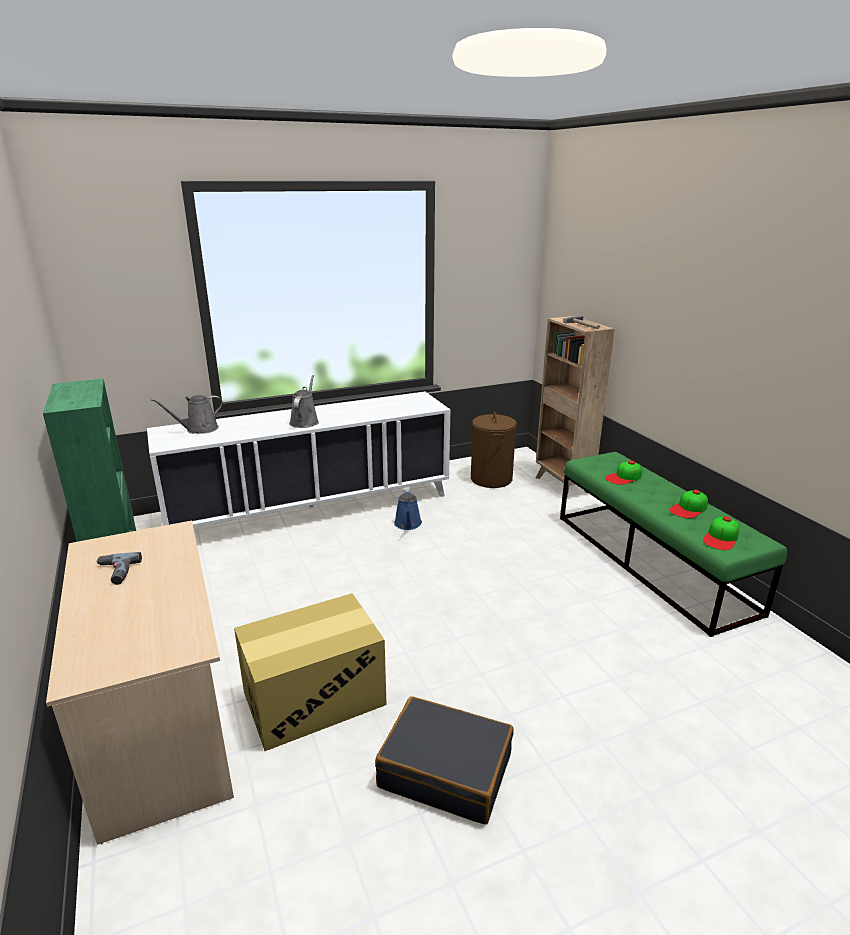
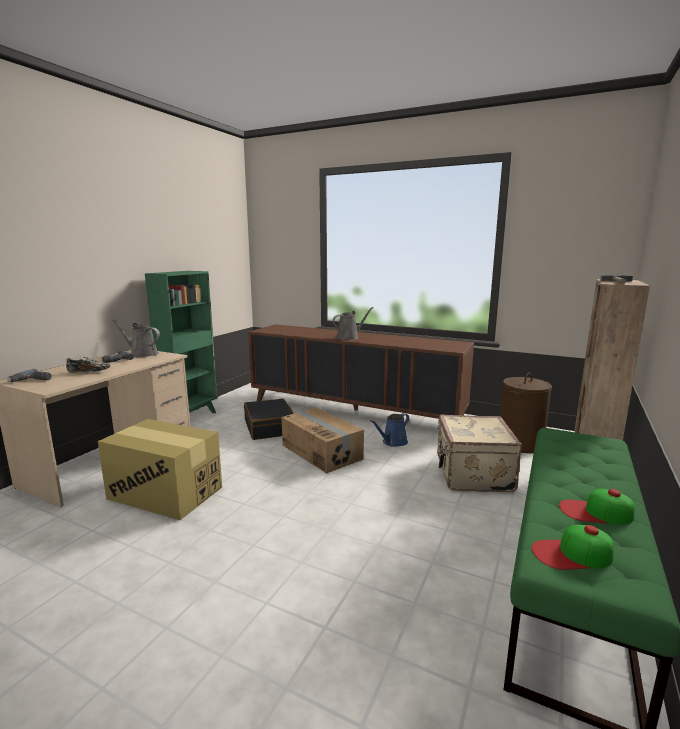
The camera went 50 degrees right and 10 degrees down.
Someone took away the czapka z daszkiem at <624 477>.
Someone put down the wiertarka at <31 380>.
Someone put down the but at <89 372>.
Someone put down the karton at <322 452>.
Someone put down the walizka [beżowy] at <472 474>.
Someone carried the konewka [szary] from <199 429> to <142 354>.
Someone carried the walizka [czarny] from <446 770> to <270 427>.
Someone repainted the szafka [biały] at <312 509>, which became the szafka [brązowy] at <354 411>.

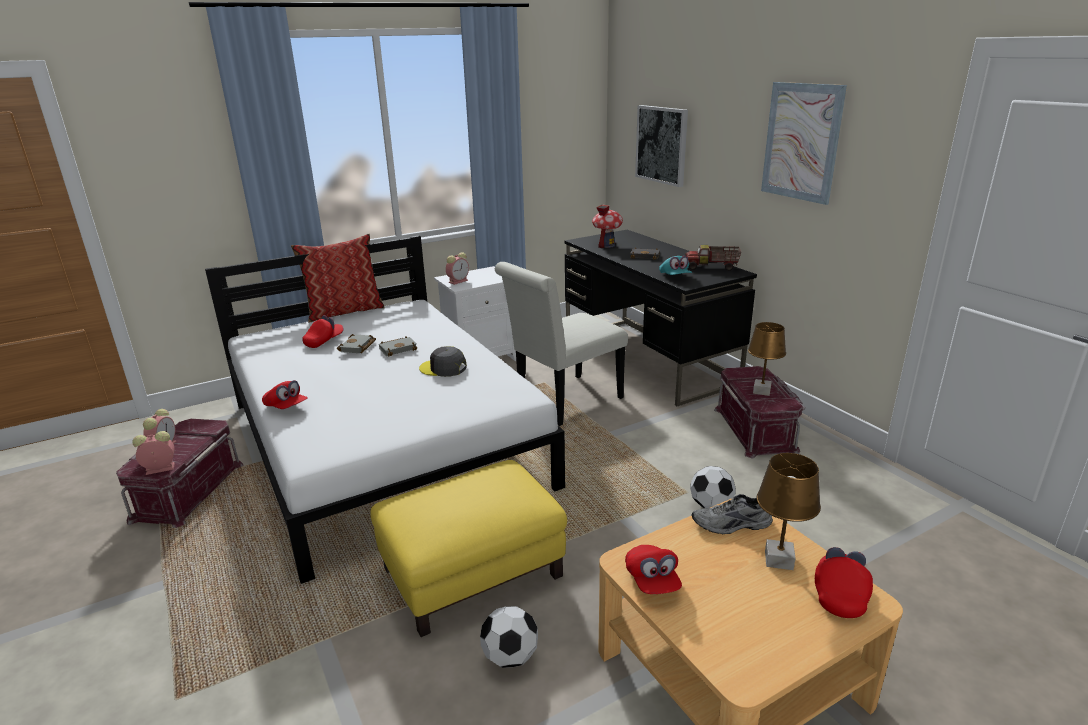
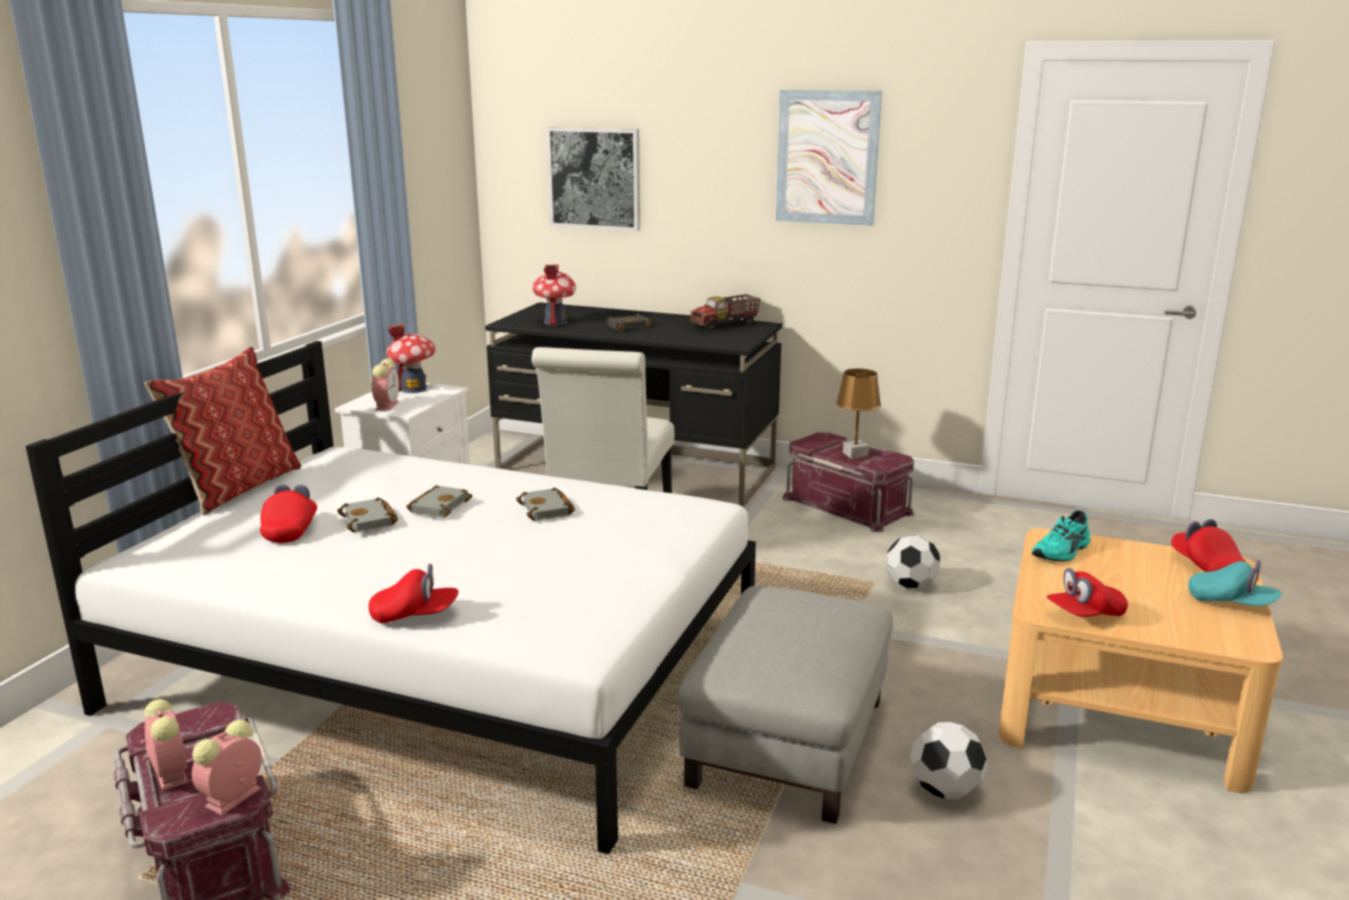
The camera went 40 degrees left and 5 degrees down.
Someone took away the lampa stołowa [brązowy] at <779 560>.
Someone put down the domek at <414 389>.
Someone carried the czapka z daszkiem [turkusowy] from <675 277> to <1231 603>.
Someone swapped the czapka z daszkiem [szary] at <443 368> for the książka [szary] at <548 509>.
Someone repainted the pufa [żółty] at <472 571>, which became the pufa [szary] at <786 741>.
Someone repainted the but [szary] at <732 525>, which became the but [turkusowy] at <1063 552>.
Someone rotated the czapka z daszkiem [czerwony] at <652 581> by 120 degrees clockwise.

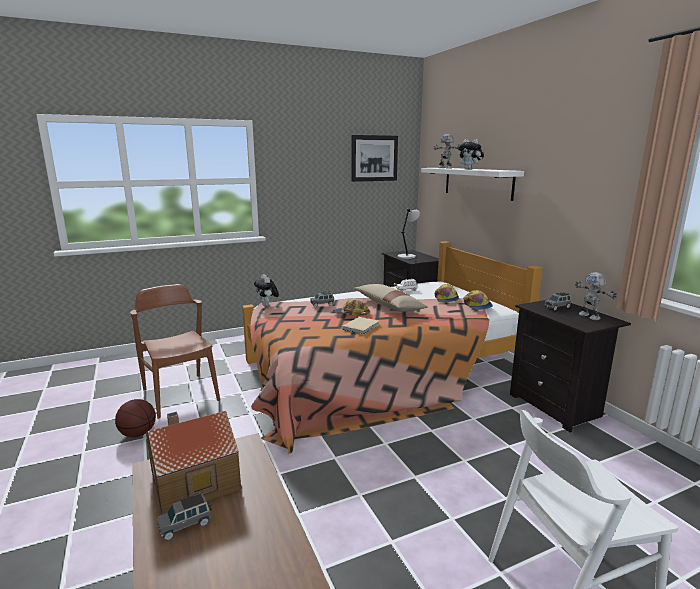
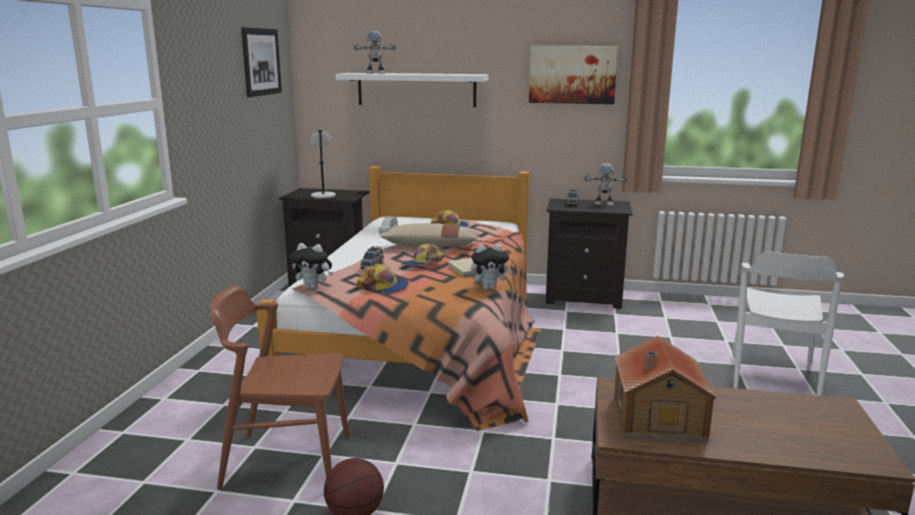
The camera went 55 degrees left and 0 degrees up.
Someone took away the samochodzik [szary] at <186 525>.
Someone put up the obraz at <572 74>.
Someone carried the pluszak from <470 169> to <490 288>.
Someone carried the czapka z daszkiem from <477 305> to <384 287>.

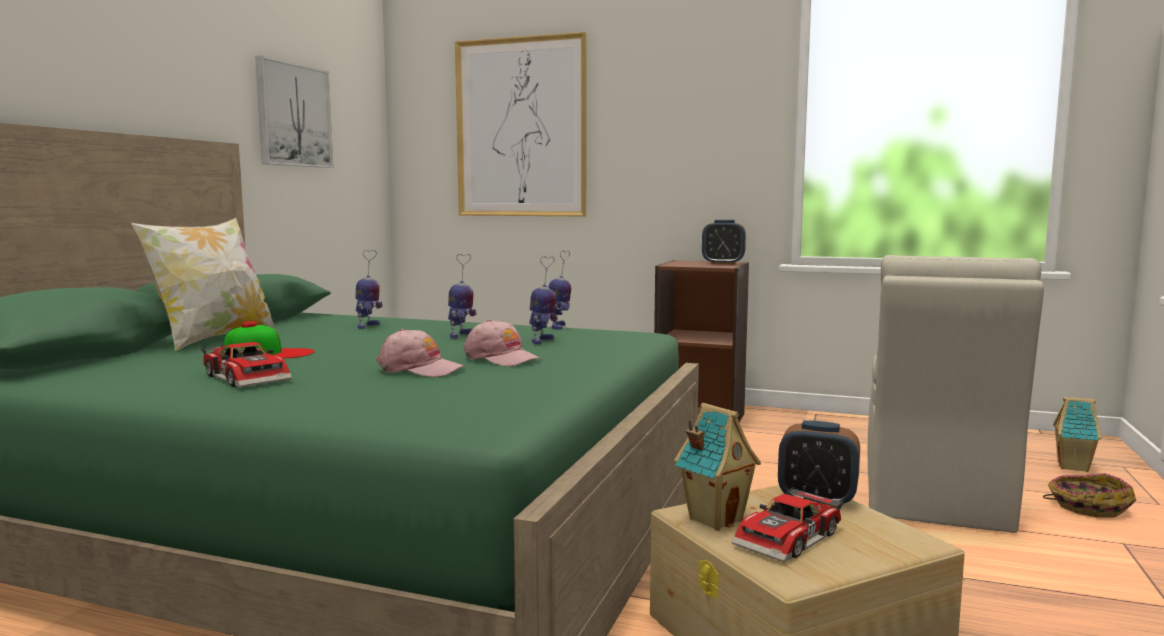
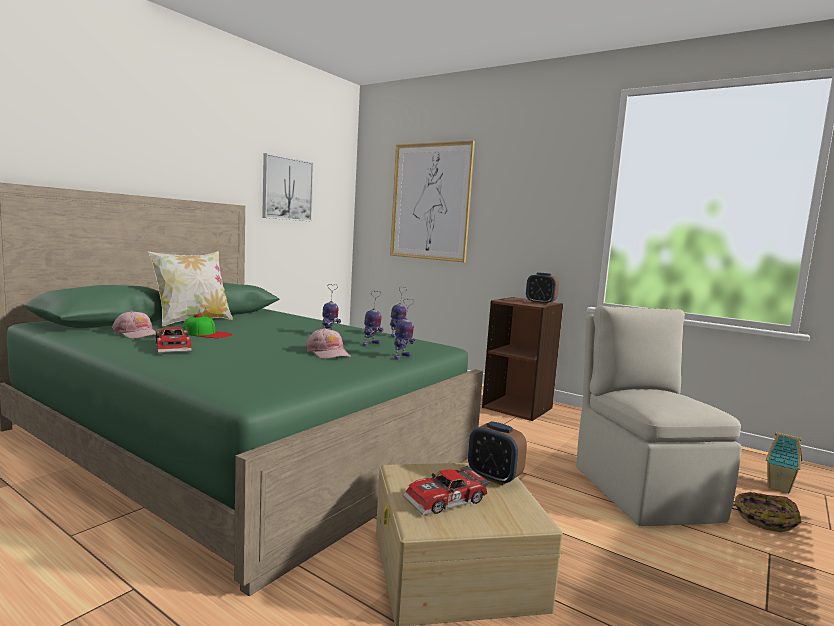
The camera went 15 degrees right and 0 degrees up.
Someone took away the domek at <715 519>.
Someone carried the robot zabawkowy from <367 326> to <402 357>.
Someone carried the czapka z daszkiem [różowy] from <420 369> to <137 334>.
Someone rotated the krzesło [beżowy] at <934 497> by 135 degrees clockwise.

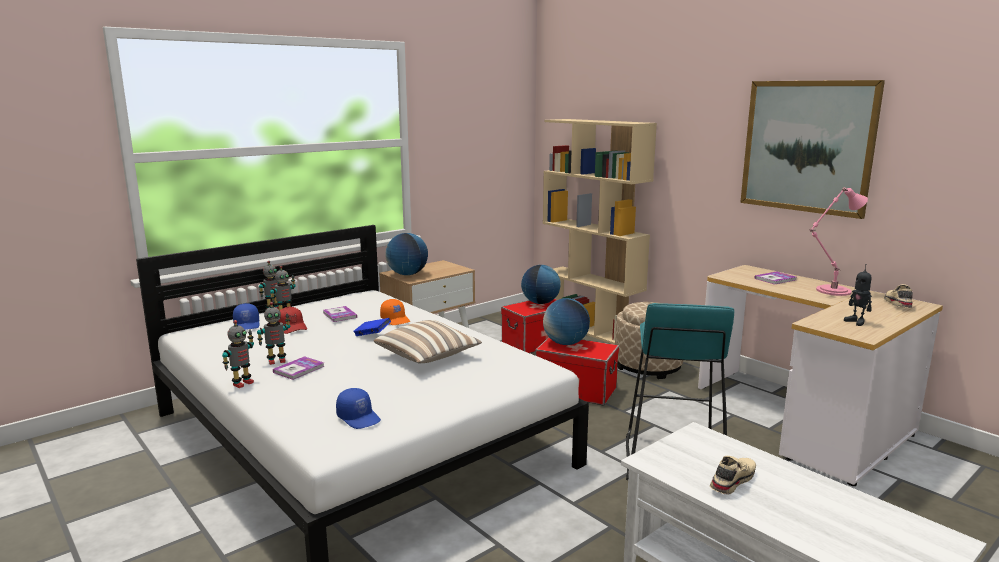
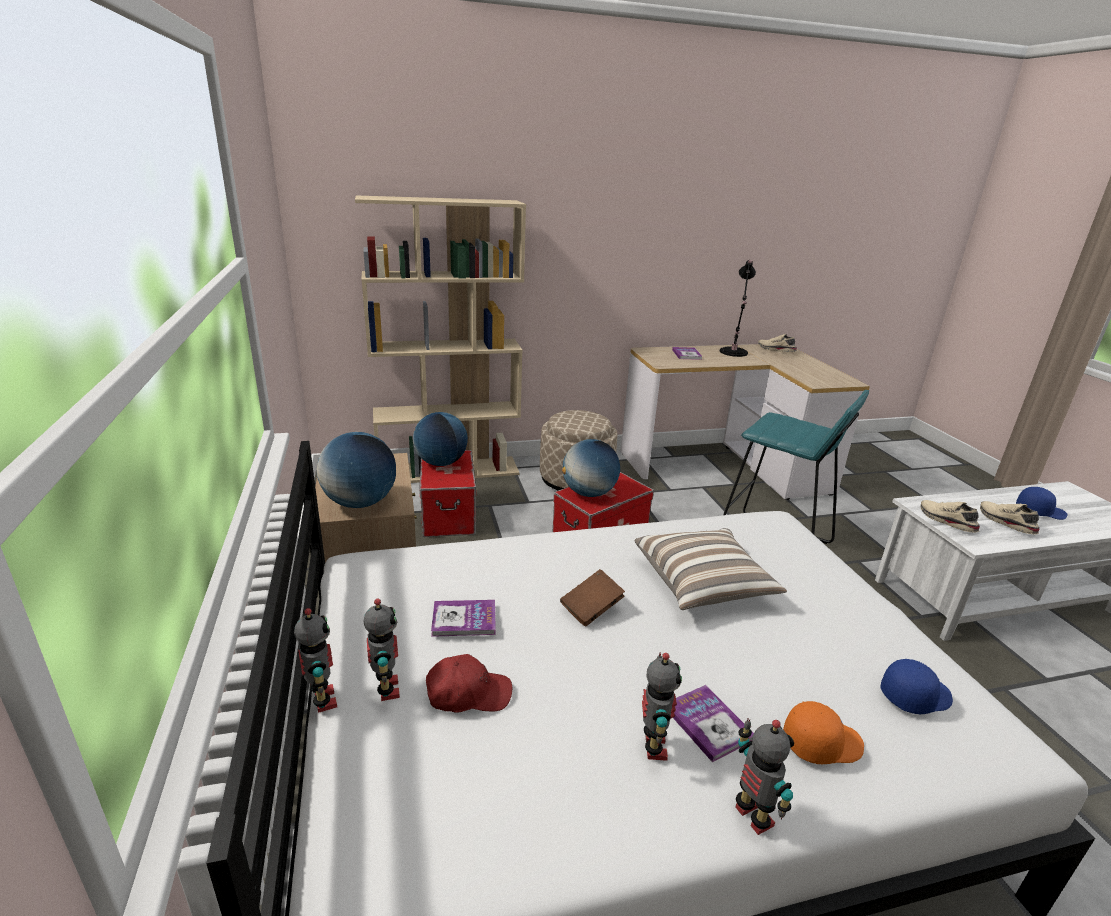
The camera went 65 degrees left and 10 degrees up.
Someone took away the obraz at <807 146>.
Someone took away the robot zabawkowy at <856 322>.
Someone put down the but [beżowy] at <946 521>.
Someone carried the czapka z daszkiem [niebieski] from <247 325> to <1039 511>.
Someone carried the czapka z daszkiem [pomarańczowy] from <396 320> to <821 742>.
Someone repainted the książka [niebieski] at <372 335>, which became the książka [brązowy] at <591 609>.
Someone repainted the lampa stołowa [różowy] at <830 291>, which became the lampa stołowa [czarny] at <733 353>.

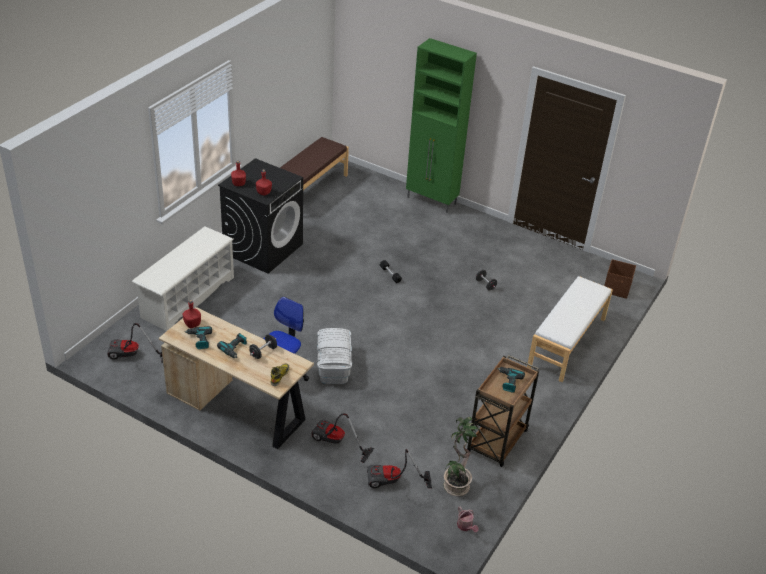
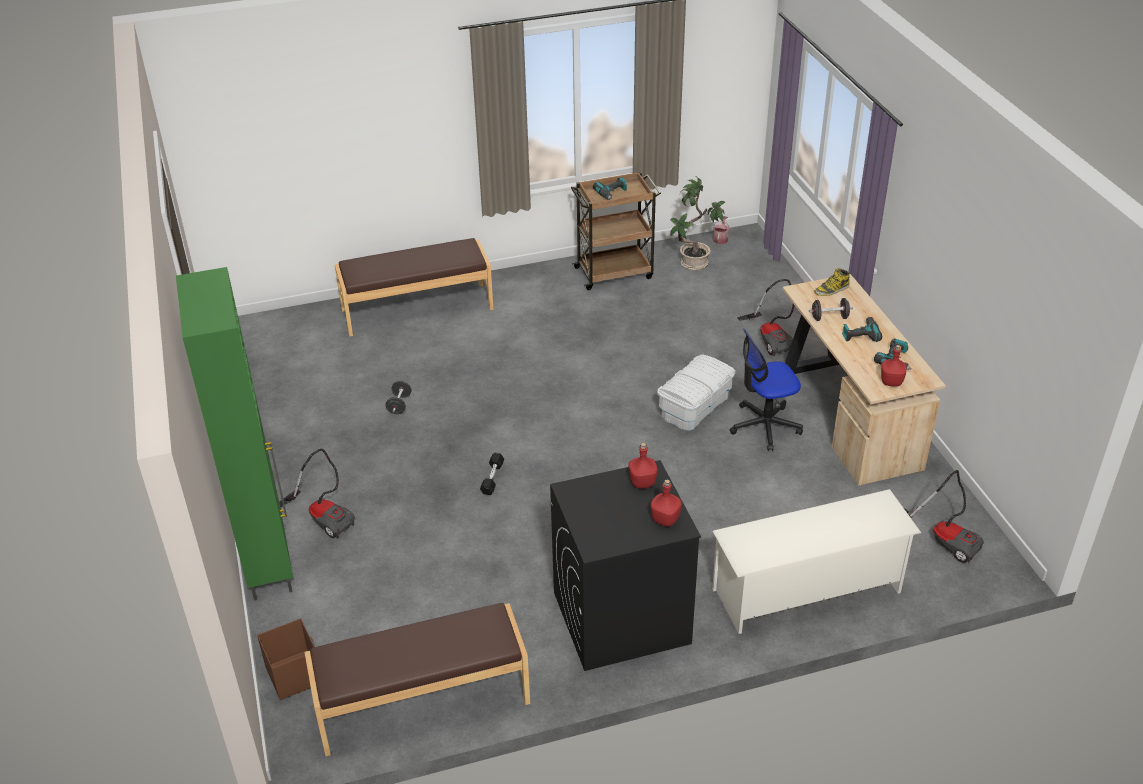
The camera went 135 degrees left and 0 degrees up.
Someone carried the odkurzacz from <393 482> to <324 517>.
Someone carried the pojemnik do przechowywania [brązowy] from <617 289> to <294 674>.
Someone repainted the ławka [biały] at <567 343>, which became the ławka [brązowy] at <417 308>.

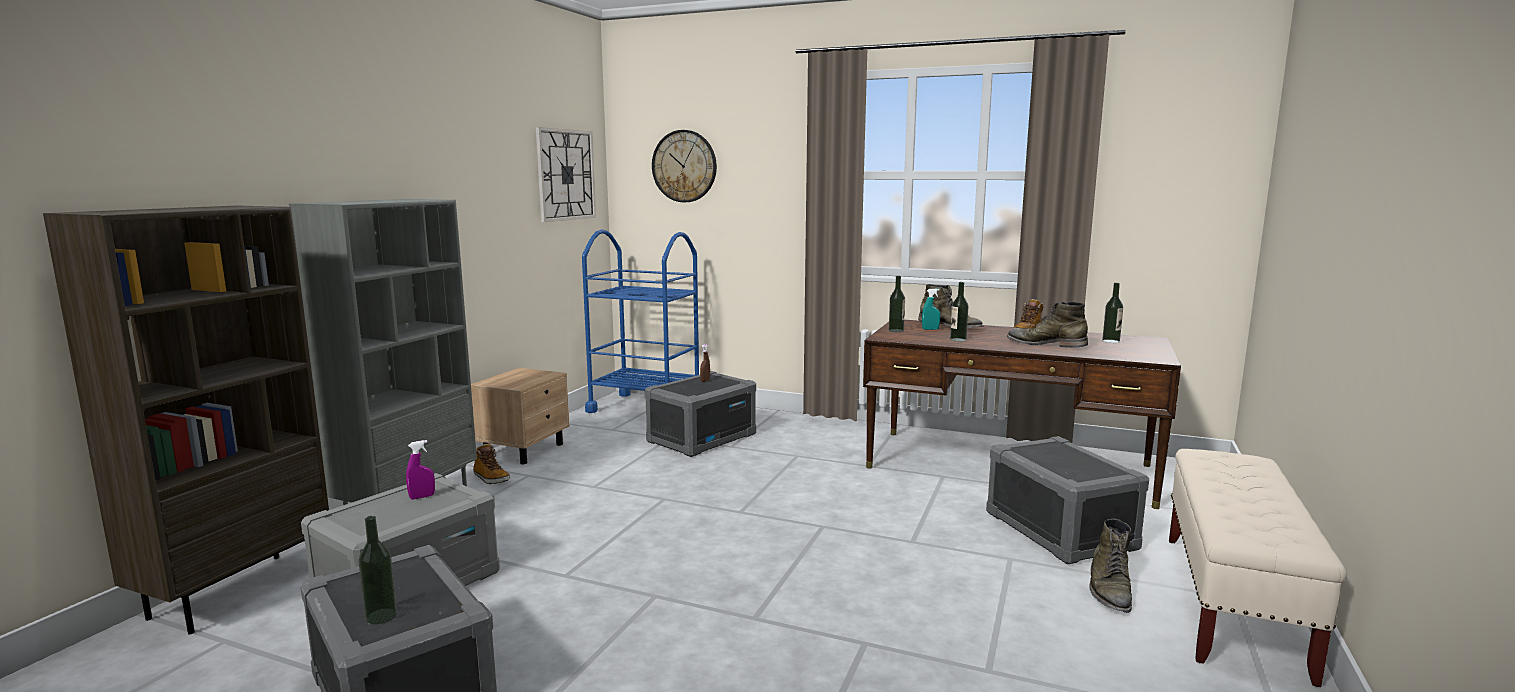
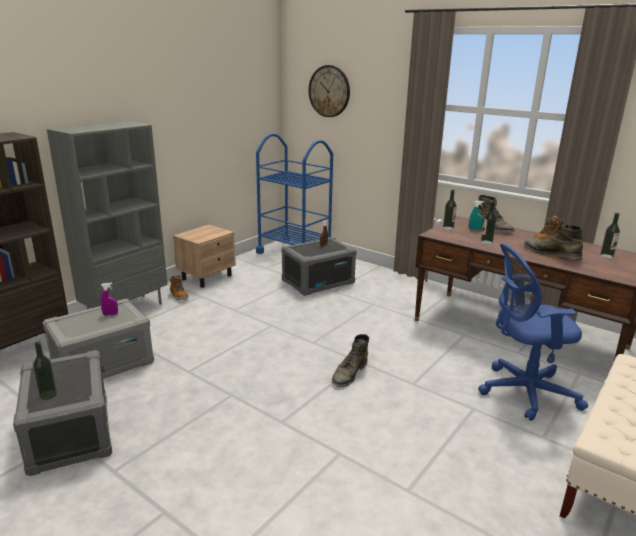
The camera went 15 degrees right and 10 degrees up.
Someone took away the zegar ścienny at <566 175>.
Someone carried the but z cholewką [zielony] from <1109 590> to <349 373>.
Someone swapped the pojemnik do przechowywania [szary] at <1058 530> for the krzesło biurowe [niebieski] at <522 392>.

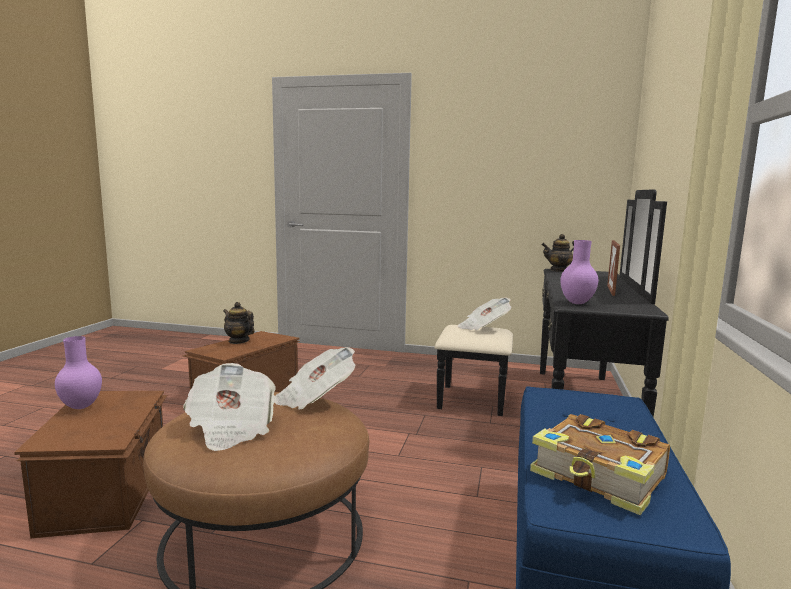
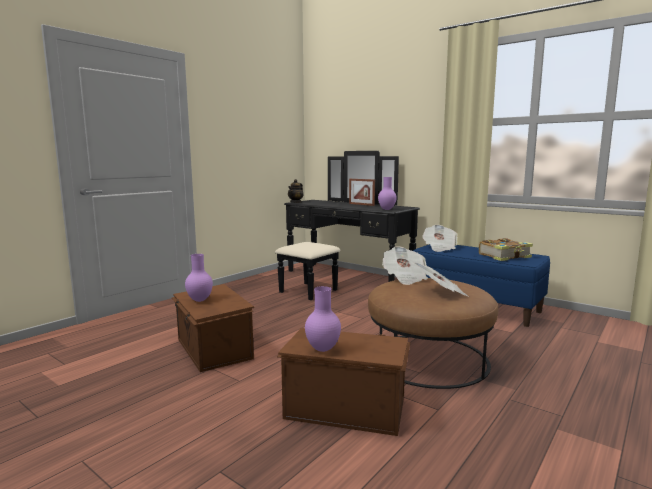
The camera went 65 degrees left and 0 degrees up.
Someone carried the gazeta from <483 327> to <439 248>.
Someone swapped the imbryk at <239 341> for the wazon [fioletowy] at <200 300>.

